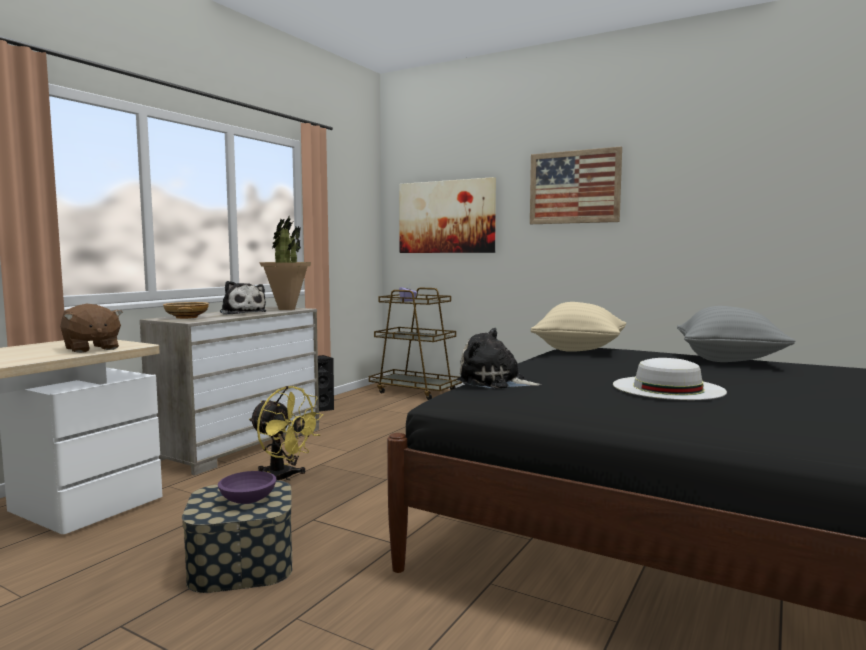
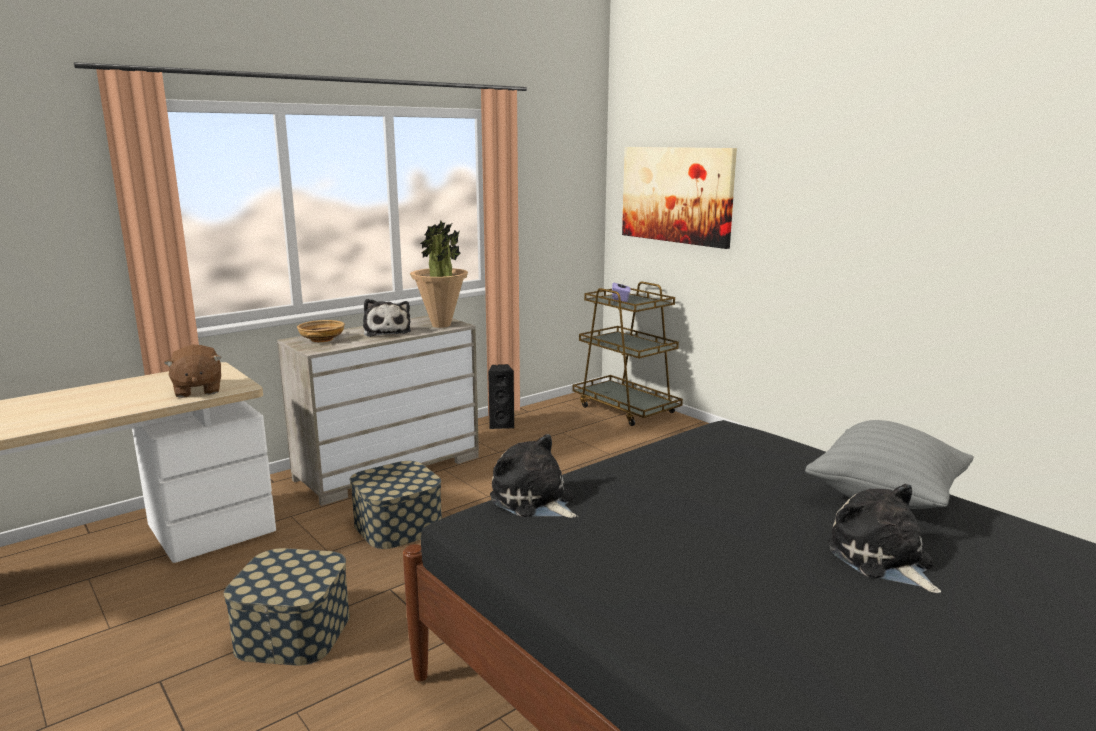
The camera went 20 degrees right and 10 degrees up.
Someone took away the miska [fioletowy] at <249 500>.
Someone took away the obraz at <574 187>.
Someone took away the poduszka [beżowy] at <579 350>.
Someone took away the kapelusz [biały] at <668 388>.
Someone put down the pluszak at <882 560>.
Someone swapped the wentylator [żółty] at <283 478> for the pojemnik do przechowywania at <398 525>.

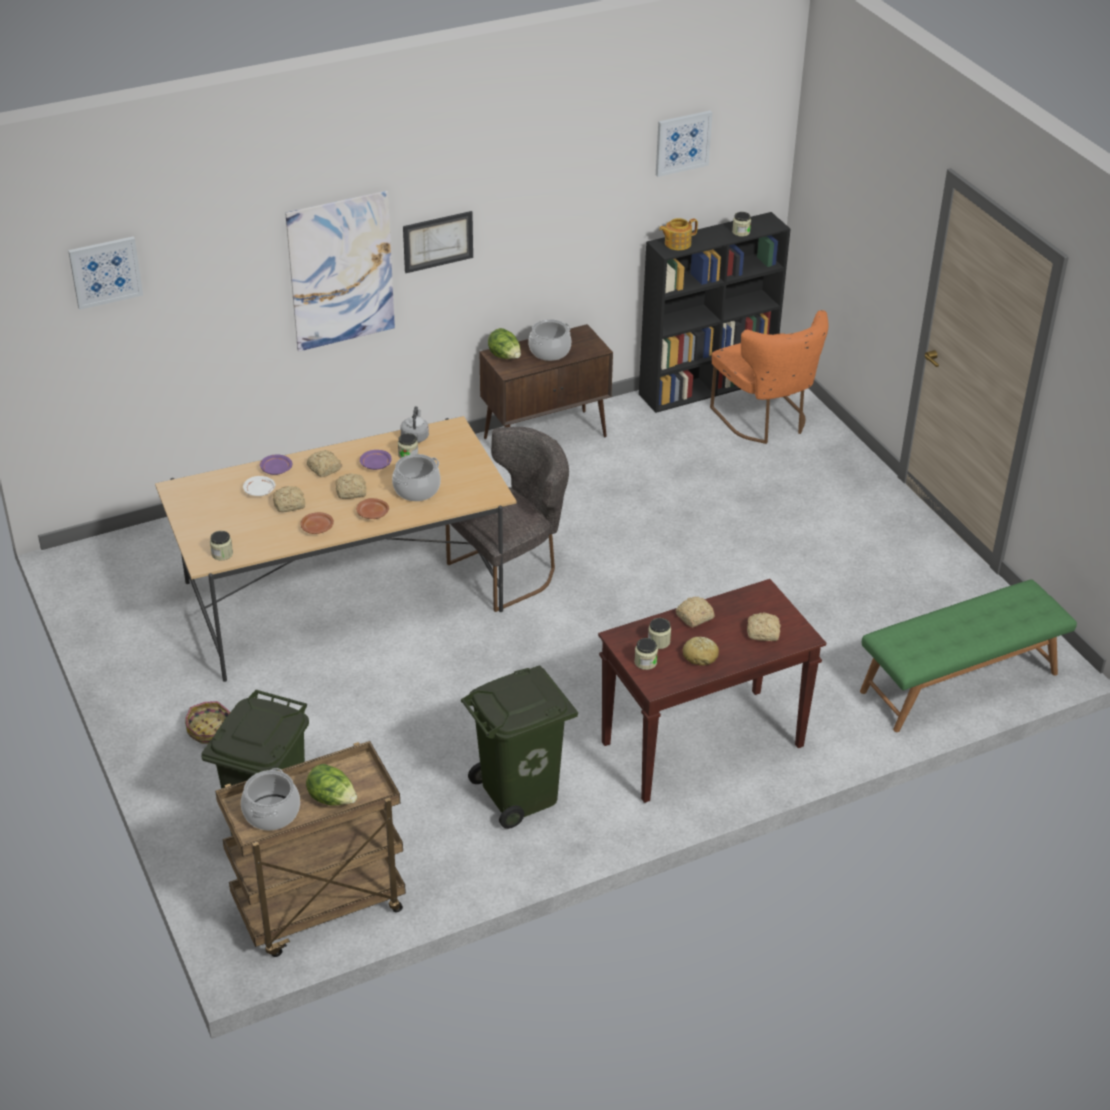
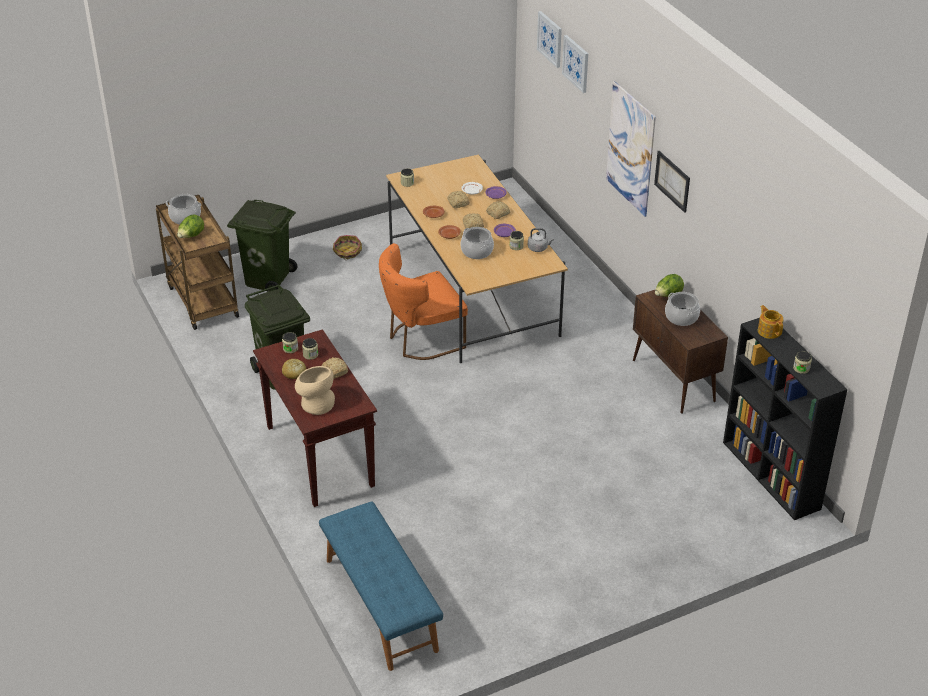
The camera went 90 degrees right and 0 degrees up.
Someone took away the krzesło [szary] at <510 570>.
Someone carried the obraz from <682 142> to <576 63>.
Someone carried the krzesło [pomarańczowy] from <765 420> to <421 340>.
Someone swapped the chleb at <764 633> for the wazon [beżowy] at <316 403>.
Someone repainted the ławka [zielony] at <960 683>, which became the ławka [niebieski] at <380 604>.

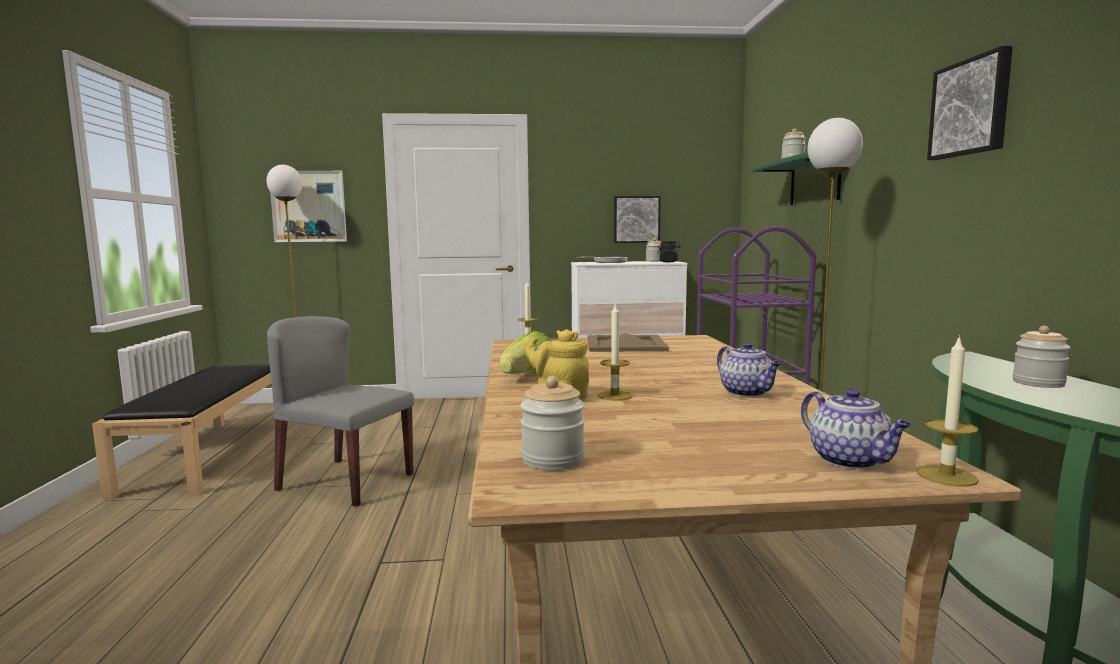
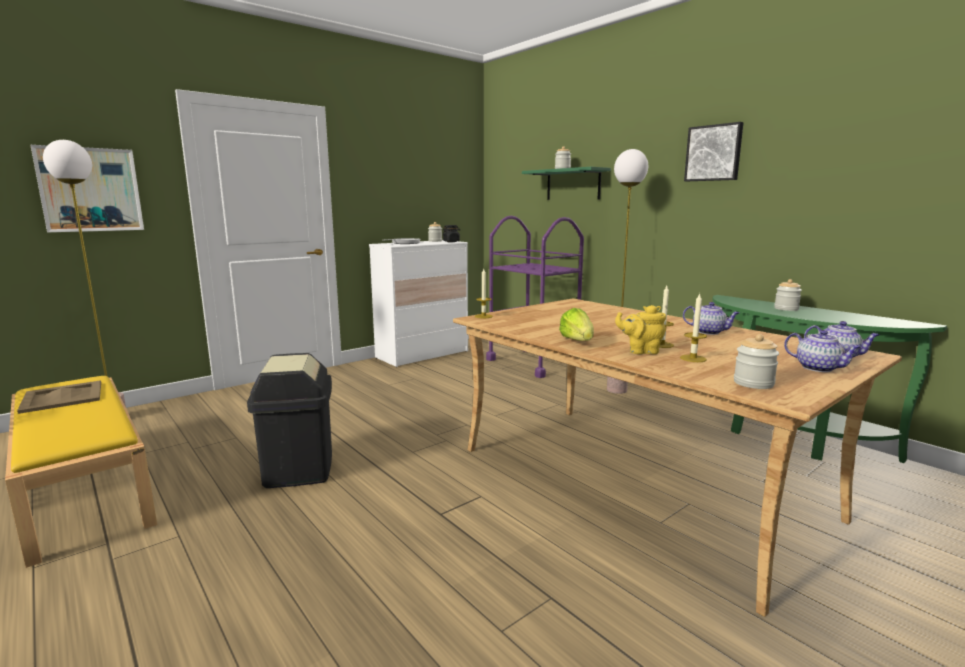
The camera went 35 degrees left and 5 degrees up.
Someone took away the obraz at <636 219>.
Someone put down the imbryk at <819 368>.
Someone carried the taca [beżowy] from <625 344> to <62 397>.
Someone carried the świeca from <946 476> to <693 358>.
Someone swapped the krzesło [szary] at <345 481> for the kosz na śmieci [czarny] at <298 469>.
Someone repainted the ławka [czarny] at <209 454>, which became the ławka [żółty] at <82 487>.

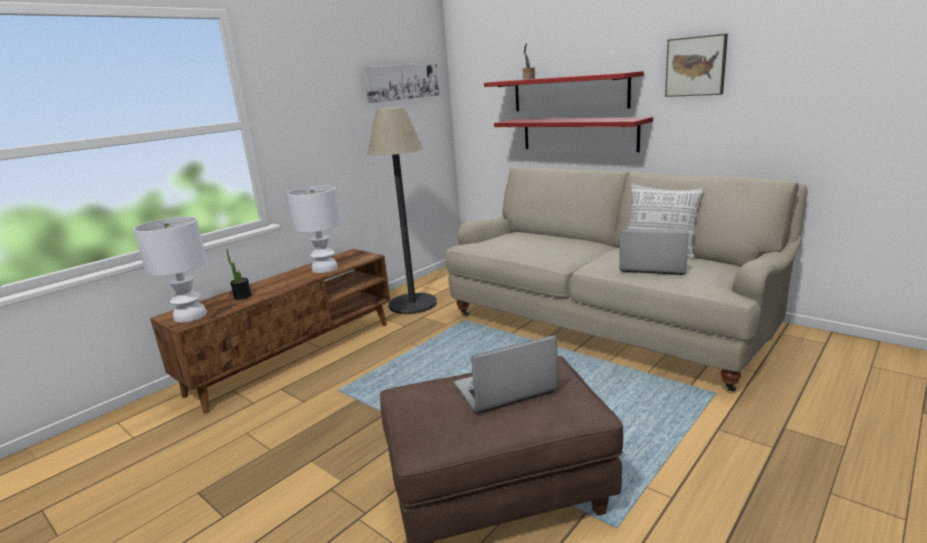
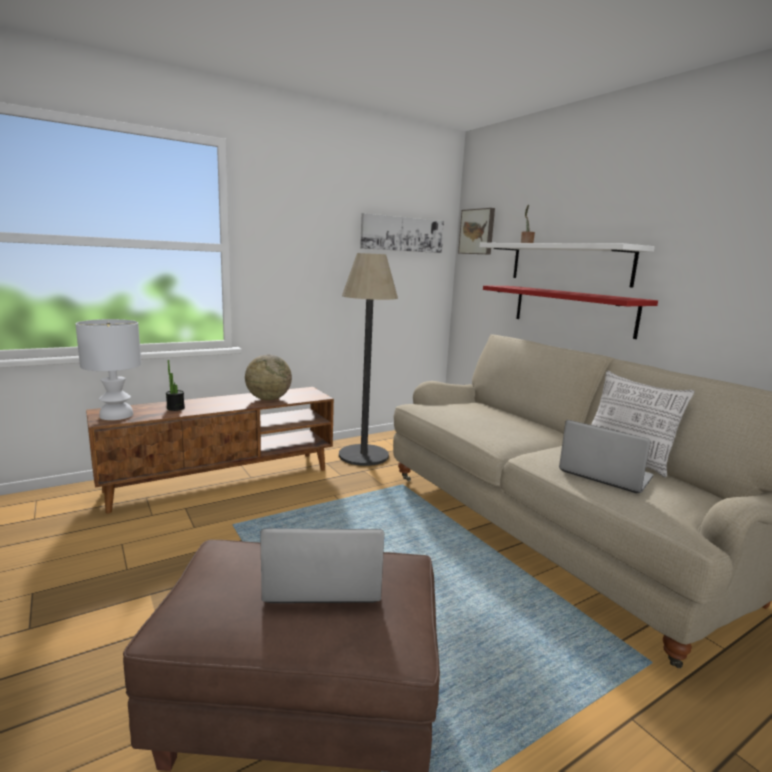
The camera went 15 degrees right and 5 degrees down.
Someone carried the obraz from <696 66> to <477 231>.
Someone swapped the lampa stołowa [biały] at <324 268> for the globus at <268 399>.
Someone repainted the półka [czerwony] at <569 93>, which became the półka [biały] at <569 263>.

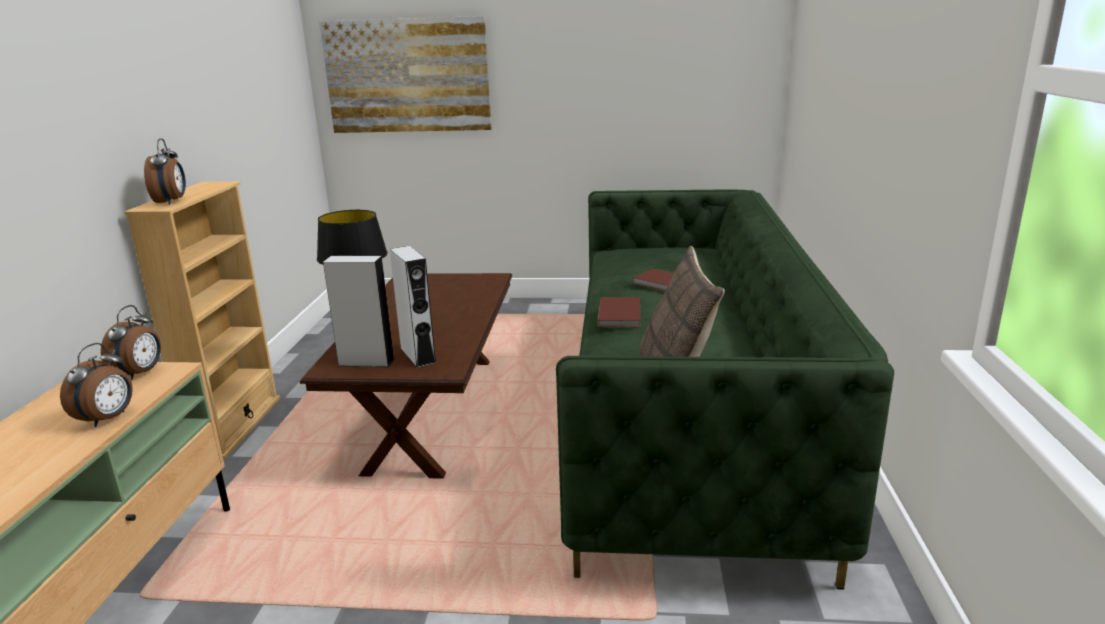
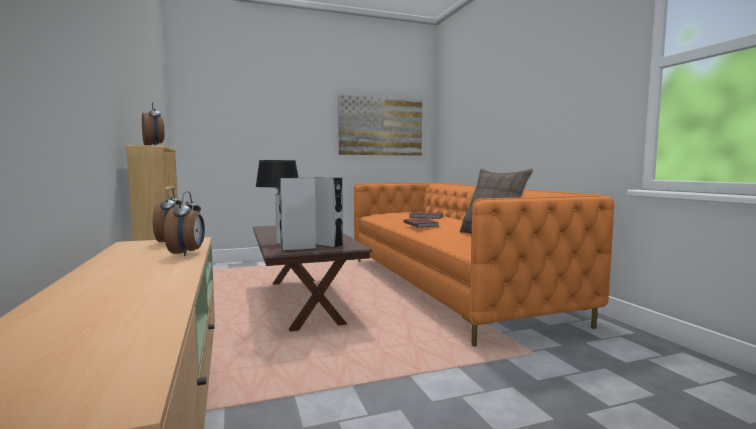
The camera went 25 degrees left and 15 degrees down.
Someone carried the obraz from <407 76> to <381 126>.
Someone repainted the kanapa [zielony] at <683 416>, which became the kanapa [pomarańczowy] at <447 287>.

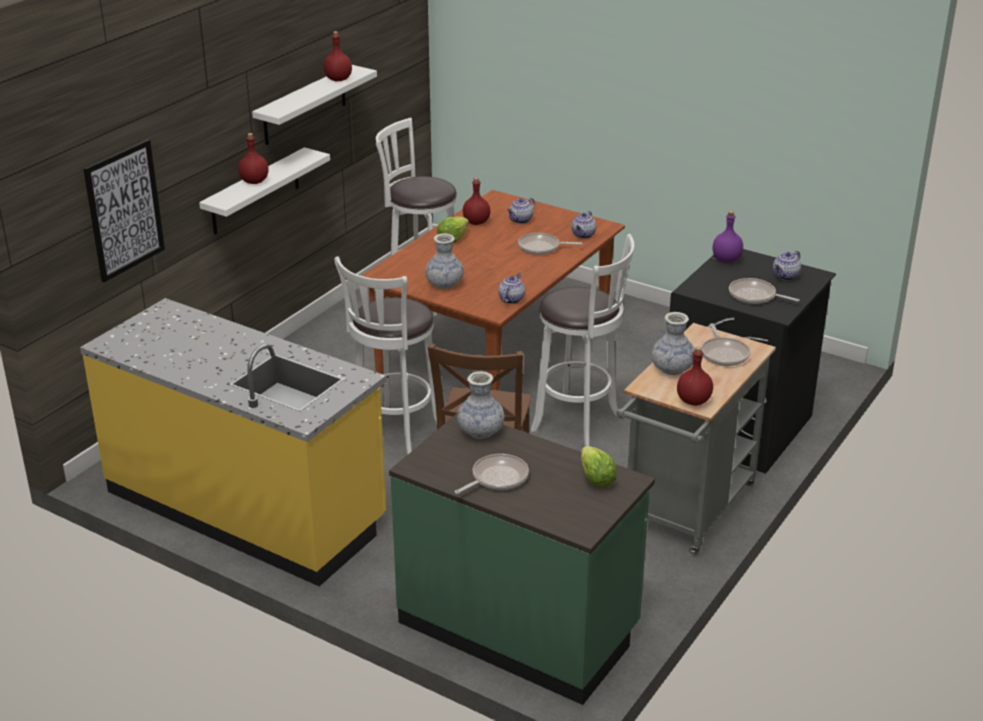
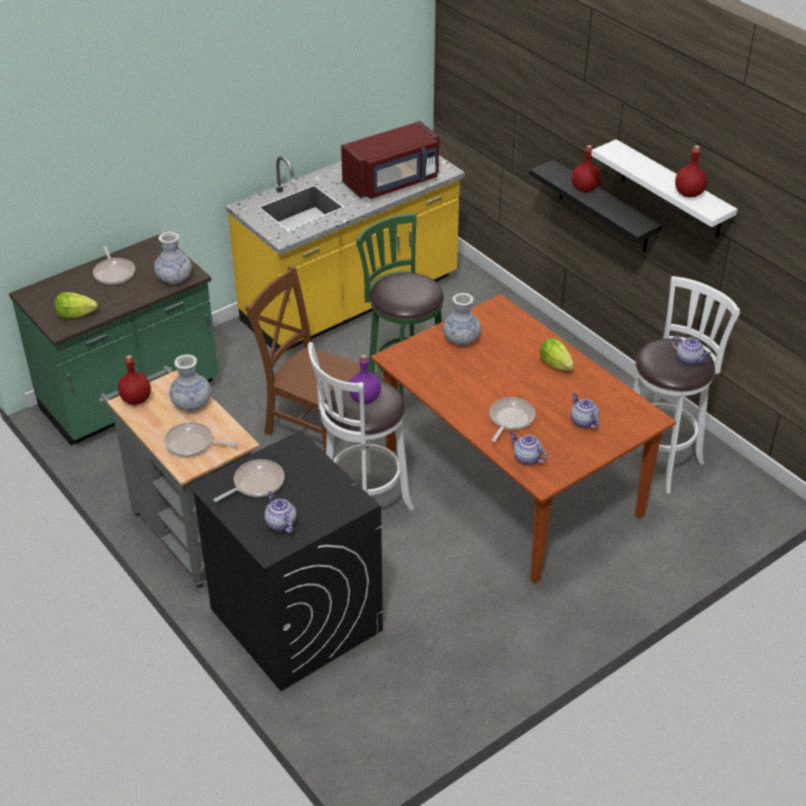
The camera went 110 degrees right and 10 degrees up.
Someone took away the obraz at <124 210>.
Someone took away the butelka [czerwony] at <476 222>.
Someone put down the mikrofalówka [czerwony] at <392 182>.
Someone carried the imbryk from <511 299> to <689 359>.
Someone carried the butelka [fioletowy] from <726 260> to <364 398>.
Someone repainted the półka [biały] at <255 192>, which became the półka [czarny] at <603 207>.
Someone repainted the stołek [biały] at <394 437>, which became the stołek [zielony] at <403 388>.

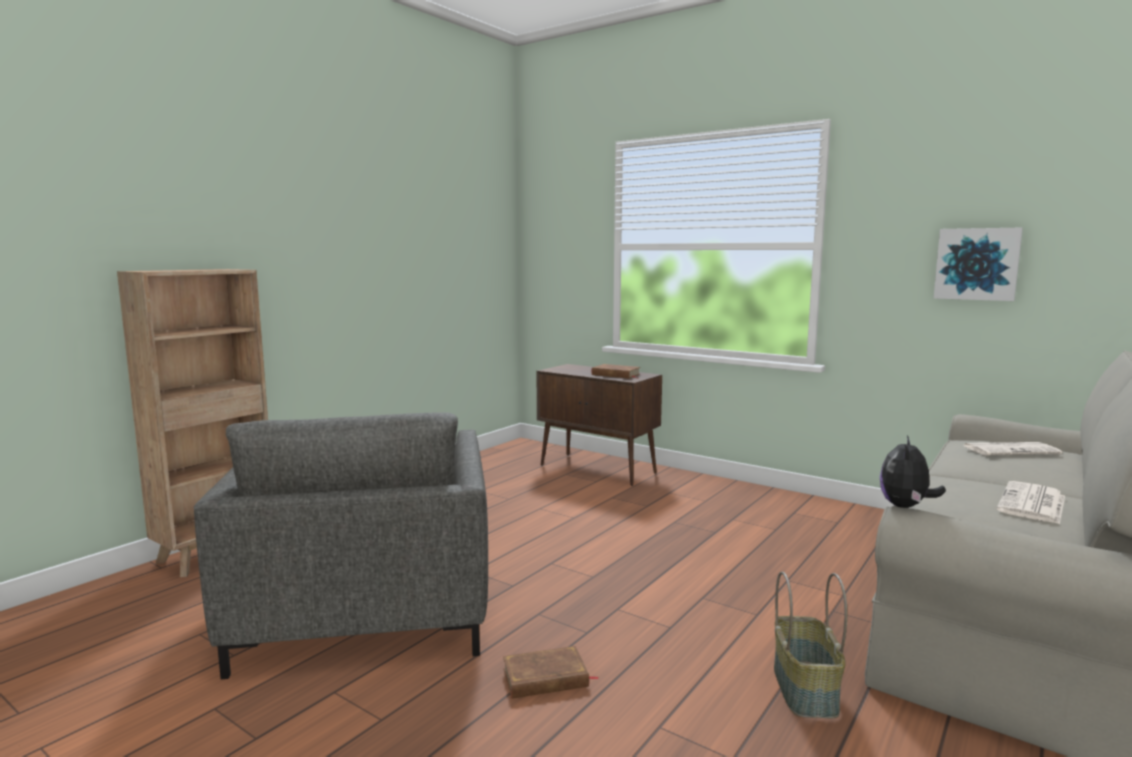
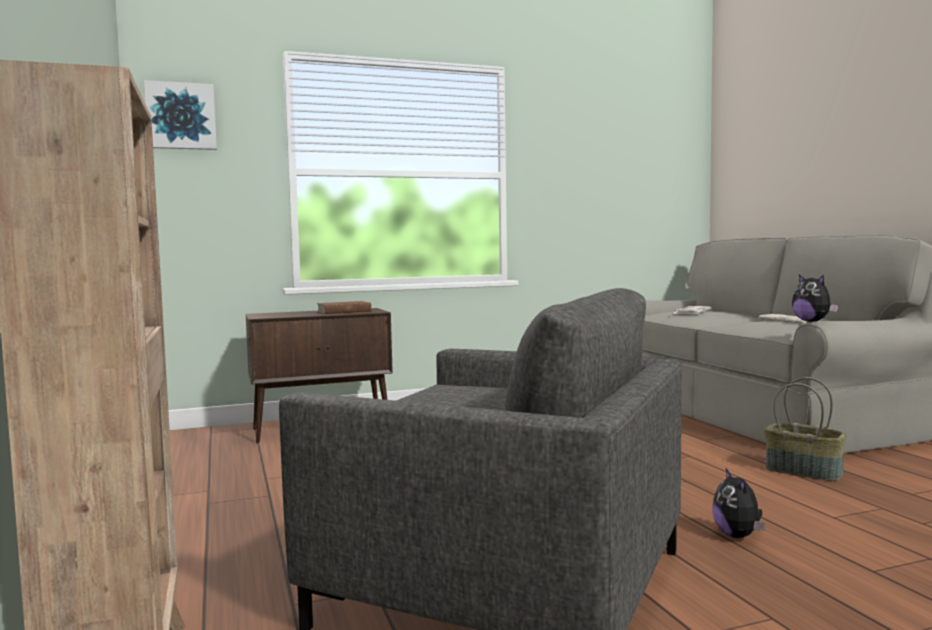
The camera went 55 degrees left and 5 degrees down.
Someone carried the obraz from <977 264> to <181 116>.
Someone swapped the książka [brązowy] at <545 678> for the pluszak at <738 535>.

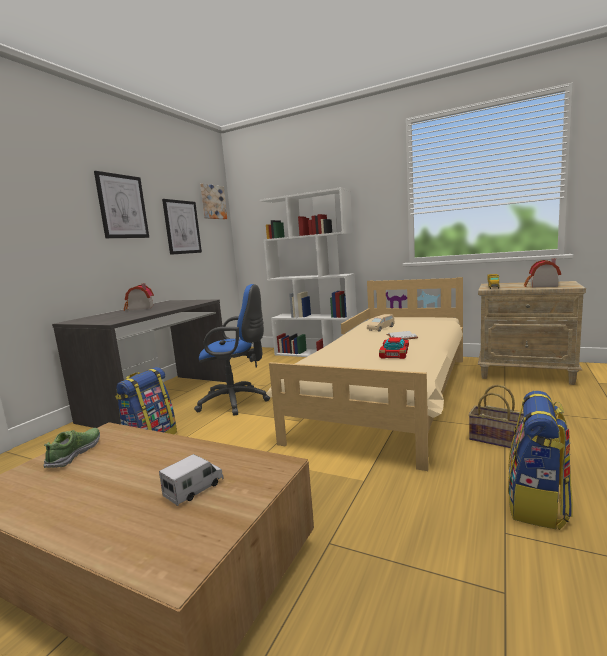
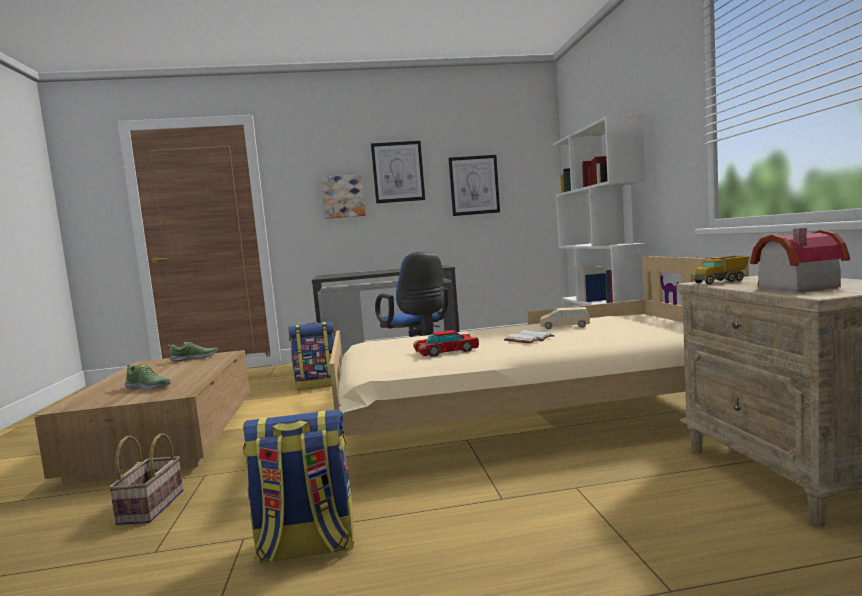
The camera went 55 degrees right and 5 degrees down.
Someone took away the domek at <139 308>.
Someone carried the obraz from <212 202> to <343 196>.
Someone carried the koszyk from <497 439> to <152 508>.
Someone swapped the ciężarówka zabawkowa at <194 489> for the but at <148 388>.

